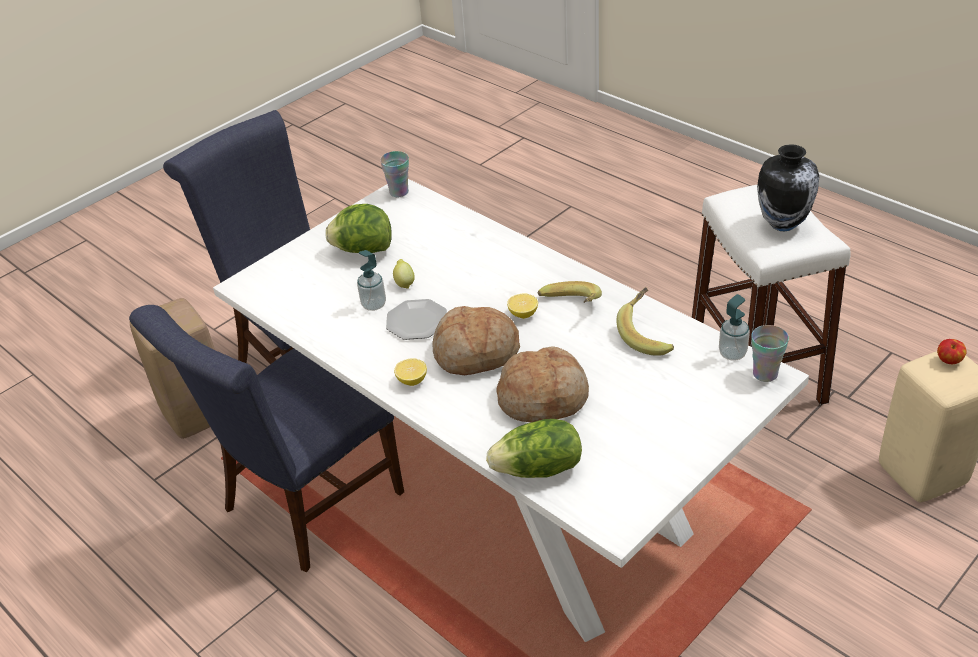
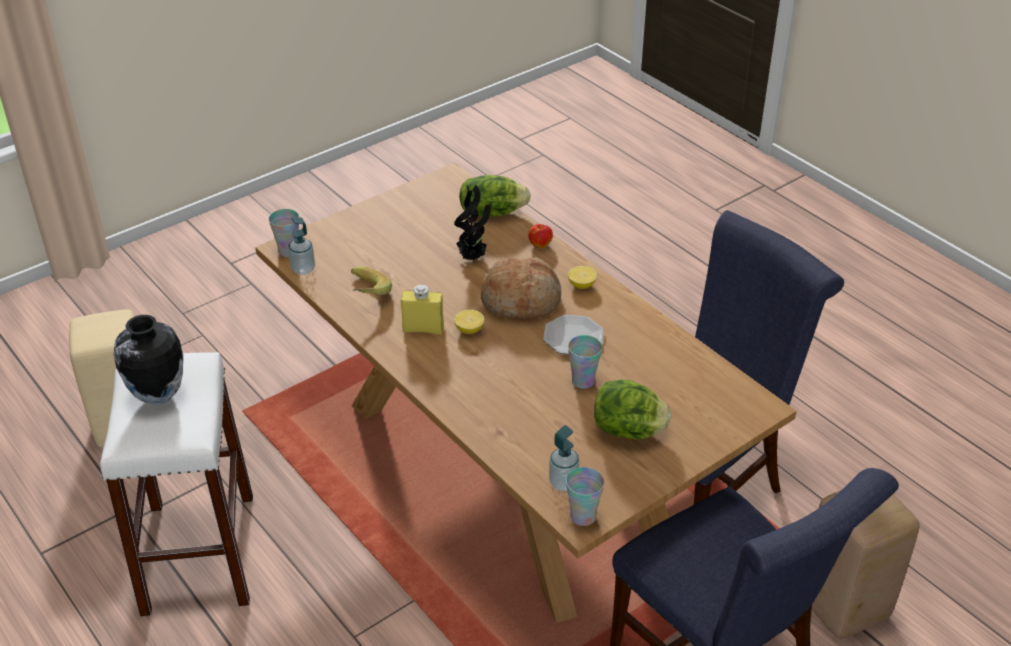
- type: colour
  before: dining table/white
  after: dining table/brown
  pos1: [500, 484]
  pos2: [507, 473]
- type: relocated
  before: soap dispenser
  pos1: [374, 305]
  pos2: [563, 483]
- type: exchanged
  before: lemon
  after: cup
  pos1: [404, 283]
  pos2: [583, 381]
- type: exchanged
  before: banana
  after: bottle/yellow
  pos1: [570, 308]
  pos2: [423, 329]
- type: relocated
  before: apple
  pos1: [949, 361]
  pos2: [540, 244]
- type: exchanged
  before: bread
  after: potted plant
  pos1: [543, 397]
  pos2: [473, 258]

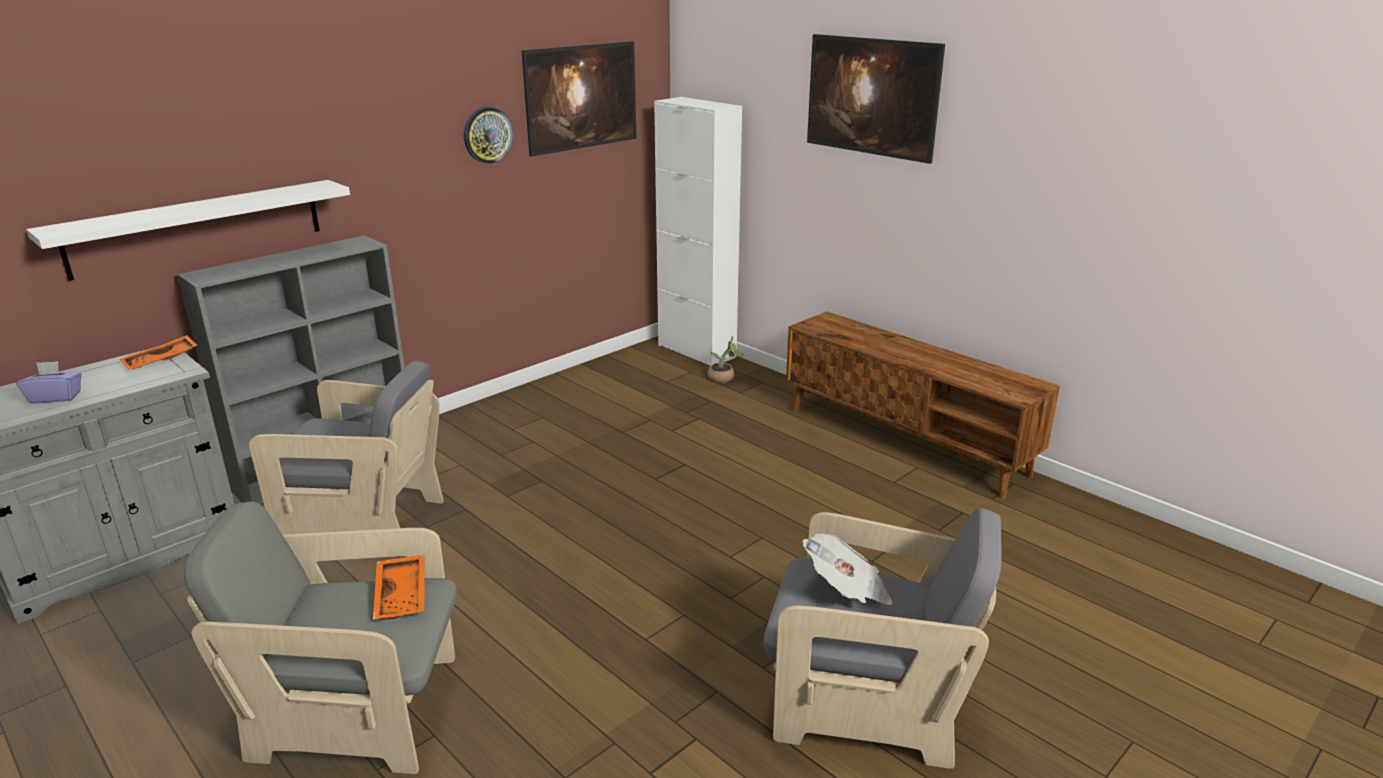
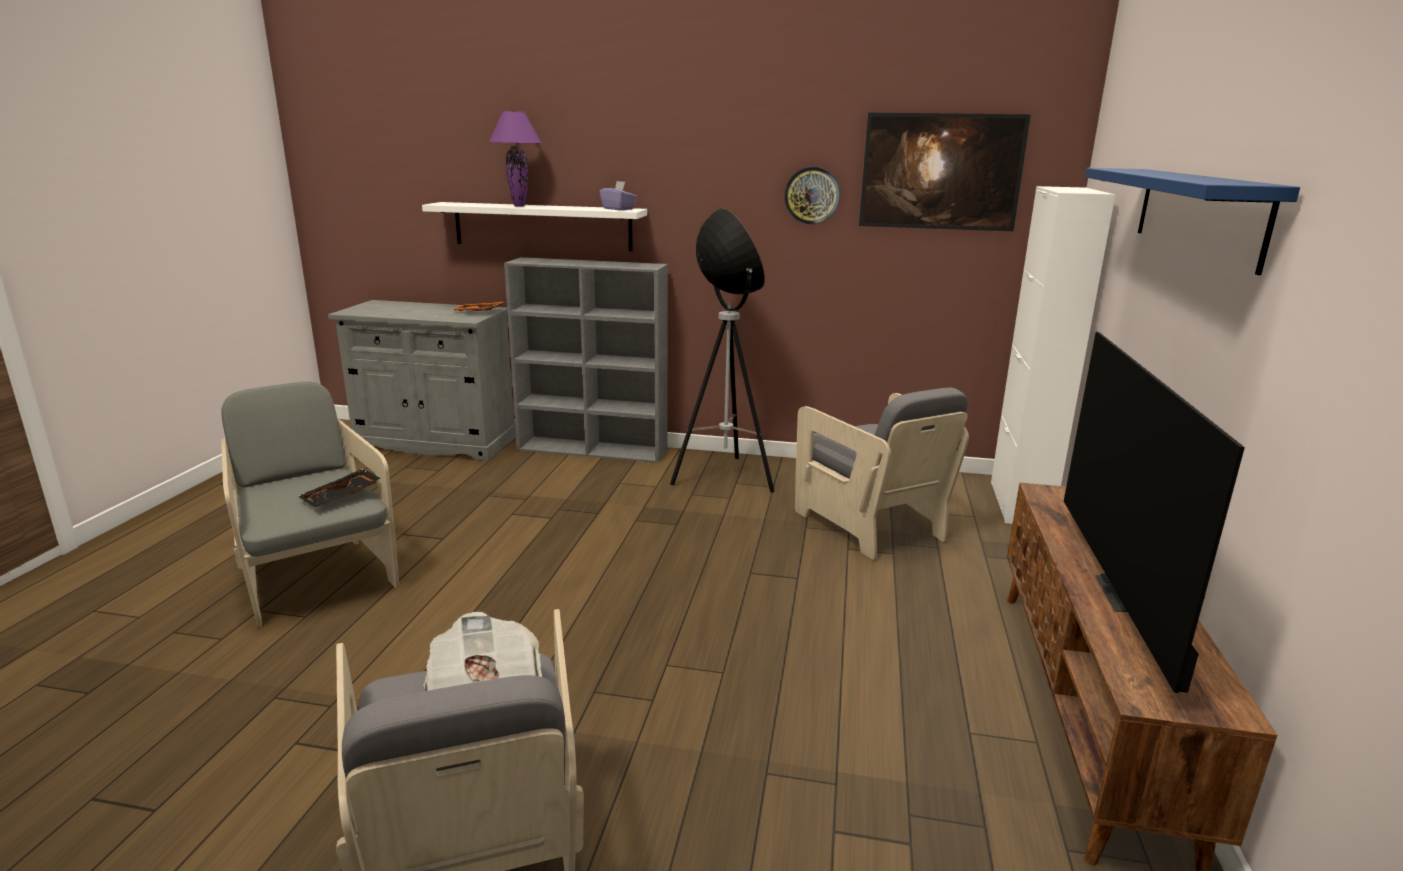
- type: exchanged
  before: picture
  after: shelf/blue
  pos1: [869, 124]
  pos2: [1197, 213]
- type: missing
  before: potted plant
  pos1: [724, 378]
- type: relocated
  before: tissue box/purple
  pos1: [56, 397]
  pos2: [618, 209]
- type: relocated
  before: armchair/grey
  pos1: [363, 521]
  pos2: [870, 524]
- type: colour
  before: tray/orange
  after: tray/black
  pos1: [403, 595]
  pos2: [342, 497]
- type: appeared
  after: table lamp/purple
  pos2: [518, 206]
- type: appeared
  after: floor lamp
  pos2: [723, 478]
- type: appeared
  after: television
  pos2: [1129, 595]

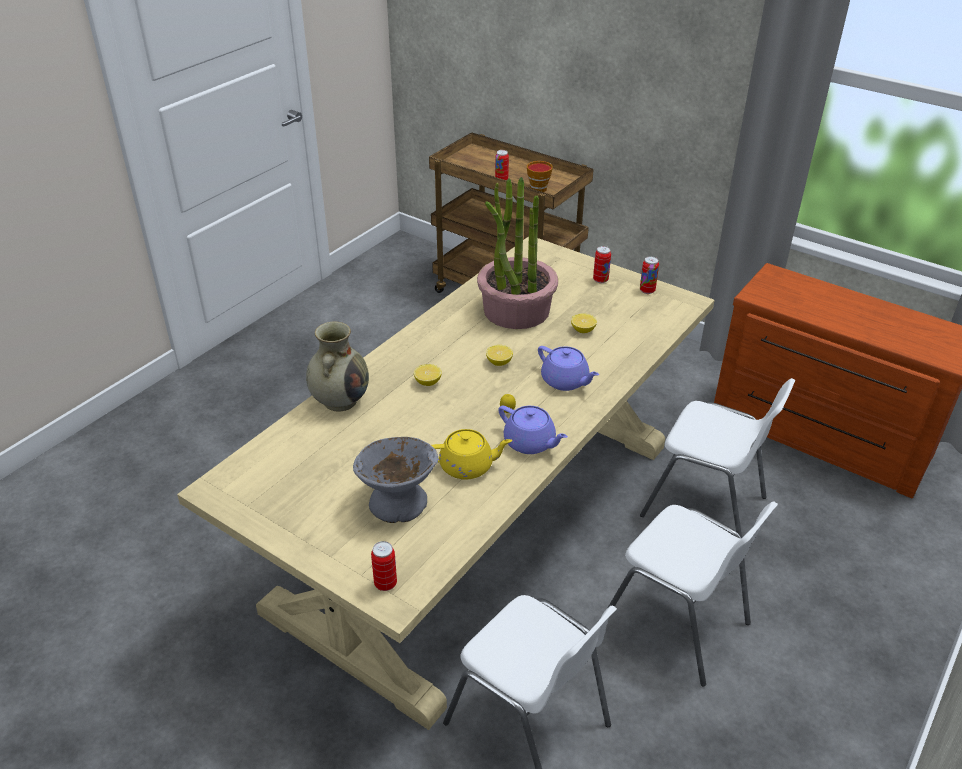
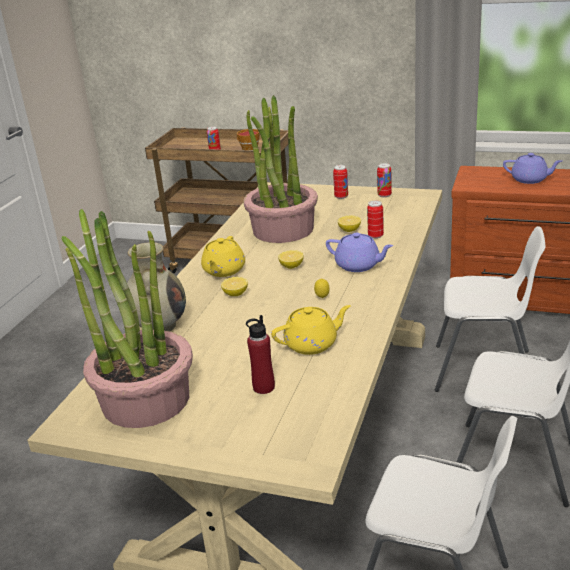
- type: relocated
  before: teapot/purple
  pos1: [530, 443]
  pos2: [530, 179]
- type: exchanged
  before: bowl/grey
  after: bottle/red
  pos1: [398, 502]
  pos2: [263, 387]
- type: relocated
  before: can
  pos1: [385, 583]
  pos2: [375, 236]
- type: appeared
  after: potted plant
  pos2: [145, 399]
- type: appeared
  after: teapot/yellow
  pos2: [223, 270]

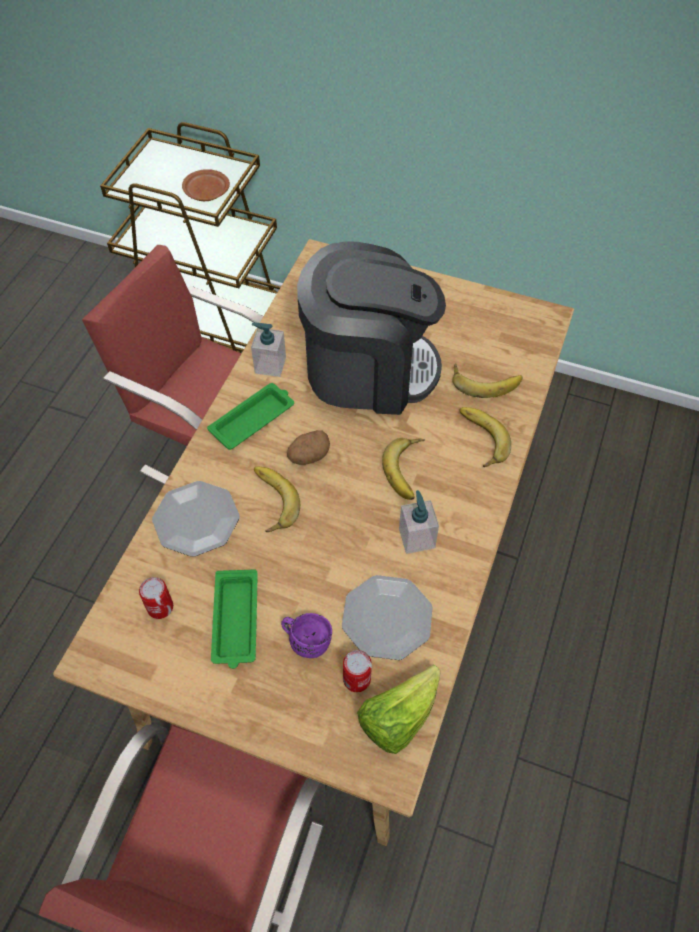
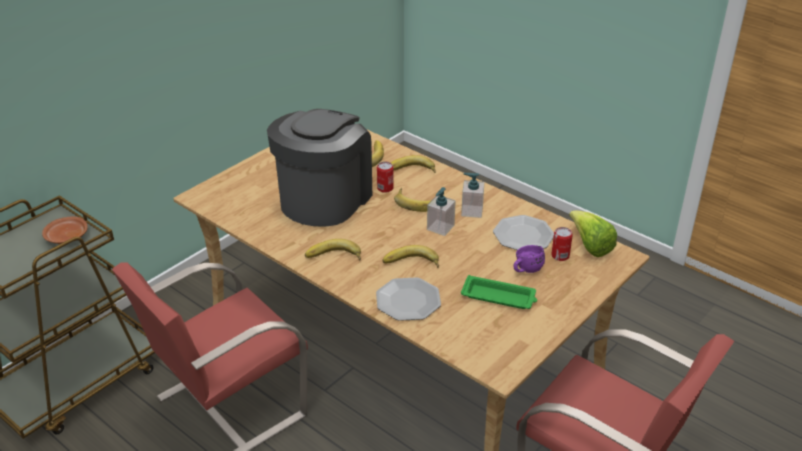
- type: relocated
  before: soap dispenser
  pos1: [270, 365]
  pos2: [440, 227]
- type: exchanged
  before: tray/green
  after: banana
  pos1: [253, 419]
  pos2: [334, 257]
- type: missing
  before: potato
  pos1: [308, 456]
- type: relocated
  before: can
  pos1: [160, 607]
  pos2: [385, 188]

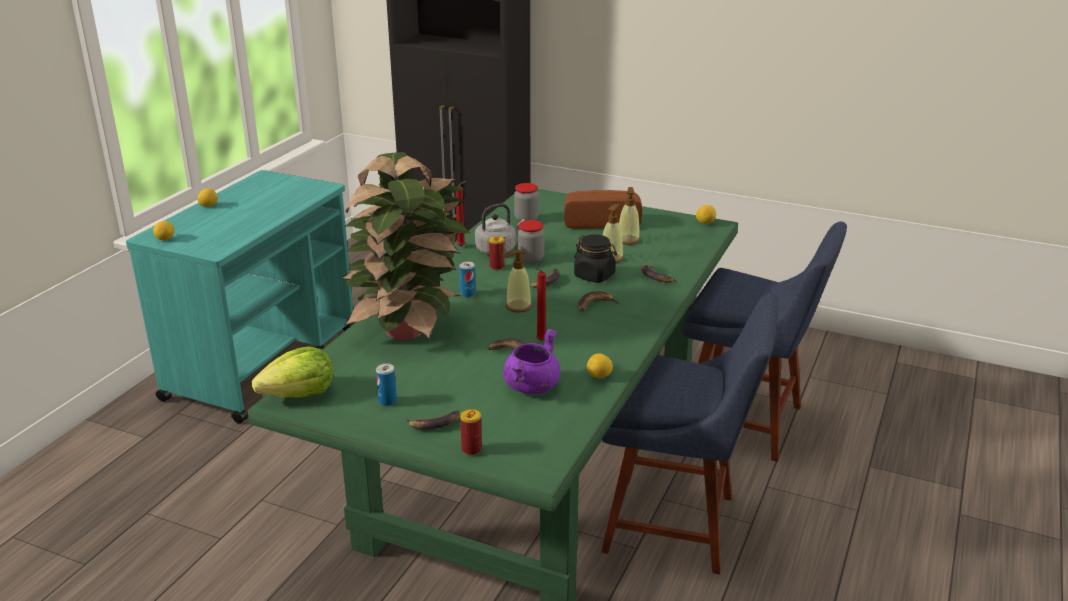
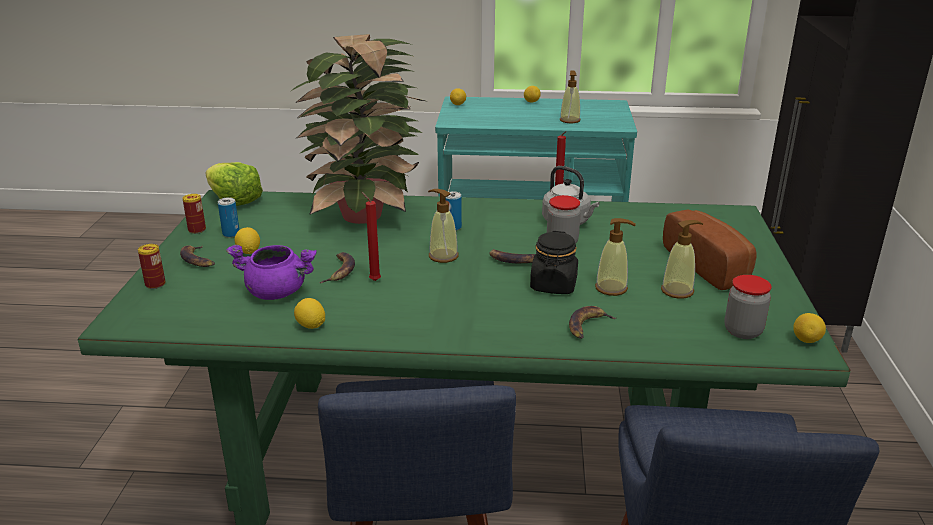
- type: relocated
  before: jar
  pos1: [526, 219]
  pos2: [743, 331]
- type: relocated
  before: can
  pos1: [497, 267]
  pos2: [197, 230]
- type: missing
  before: banana
  pos1: [595, 305]
- type: appeared
  after: soap dispenser
  pos2: [569, 120]
- type: appeared
  after: lemon
  pos2: [249, 252]

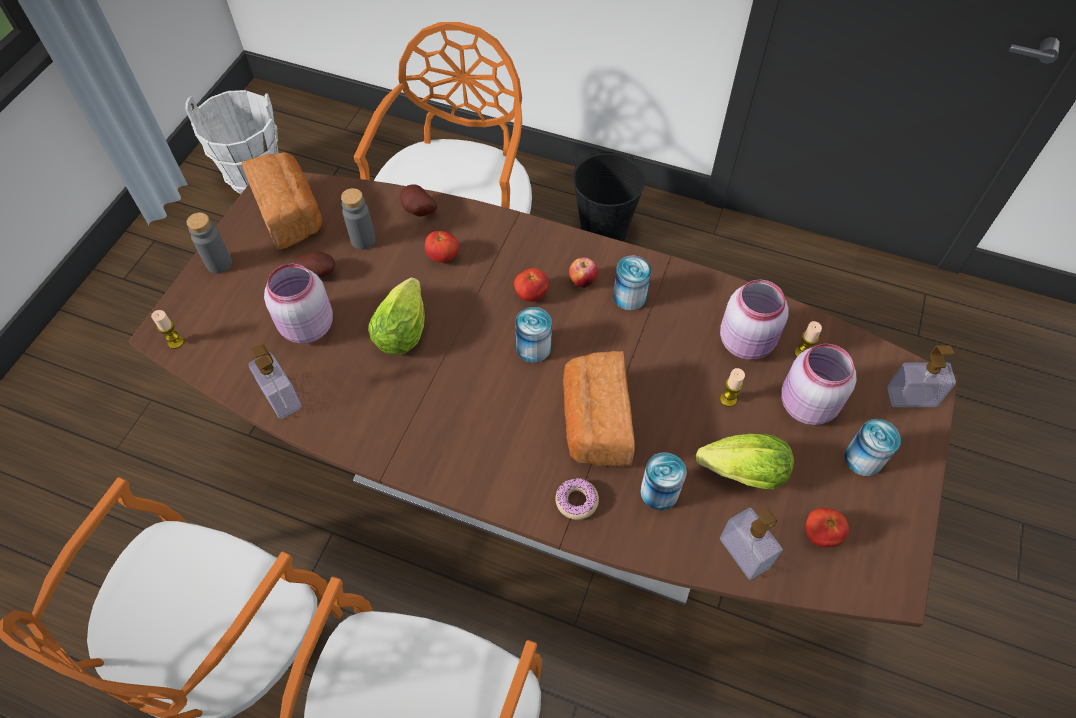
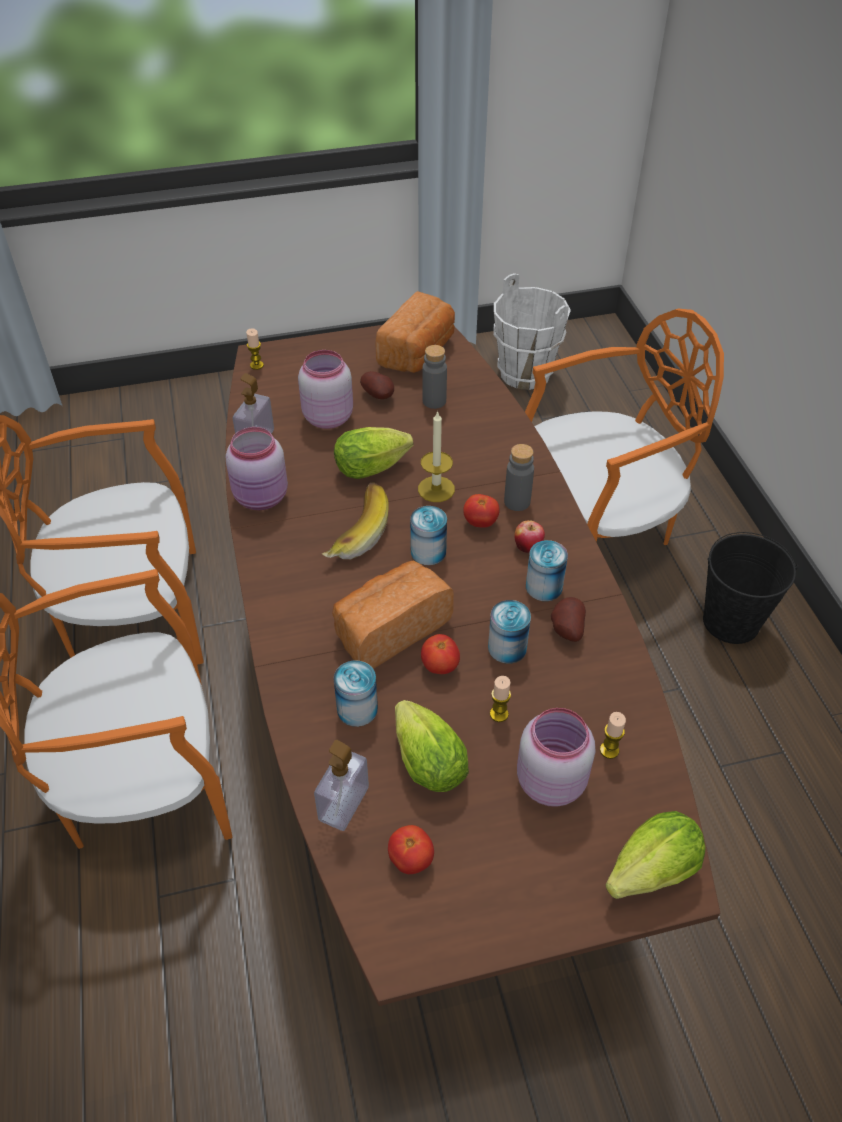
- type: relocated
  before: potato
  pos1: [418, 211]
  pos2: [565, 629]
- type: relocated
  before: bottle/grey
  pos1: [219, 264]
  pos2: [517, 502]
- type: relocated
  before: tomato
  pos1: [443, 256]
  pos2: [440, 666]
- type: relocated
  before: jar/pink
  pos1: [747, 342]
  pos2: [262, 498]
- type: exchanged
  before: soap dispenser
  after: lettuce
  pos1: [911, 397]
  pos2: [646, 875]
- type: relocated
  before: can
  pos1: [863, 459]
  pos2: [507, 647]
- type: missing
  before: donut
  pos1: [576, 501]
- type: appeared
  after: candle
  pos2: [436, 489]
- type: appeared
  after: banana
  pos2: [354, 532]

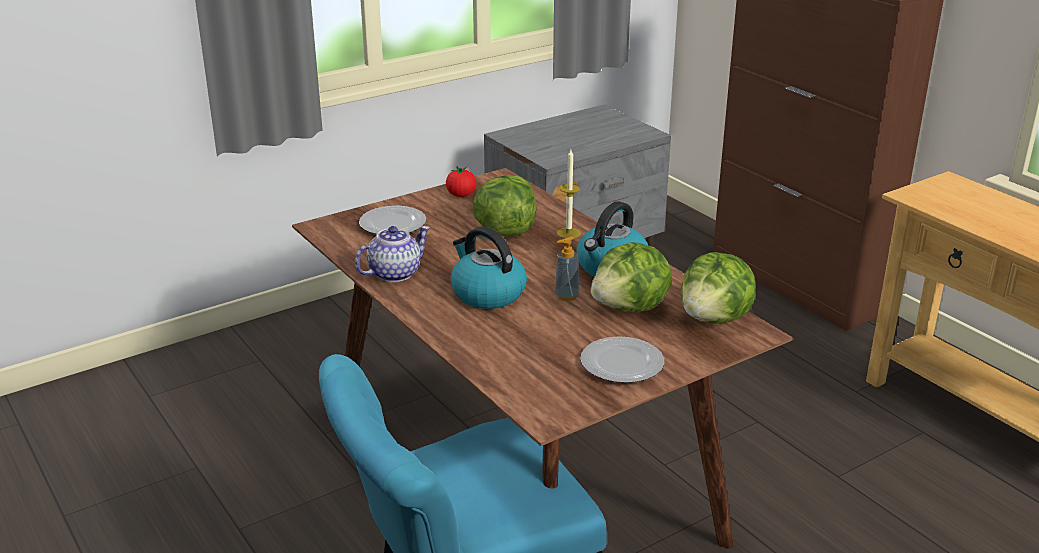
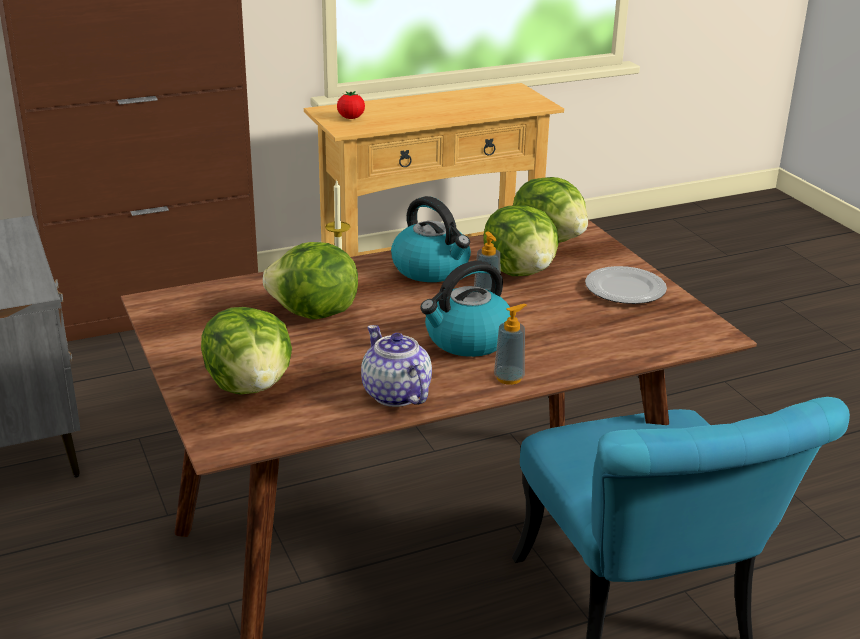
- type: relocated
  before: tomato
  pos1: [461, 195]
  pos2: [351, 118]
- type: exchanged
  before: plate
  after: lettuce
  pos1: [393, 224]
  pos2: [250, 386]
- type: appeared
  after: soap dispenser
  pos2: [509, 378]

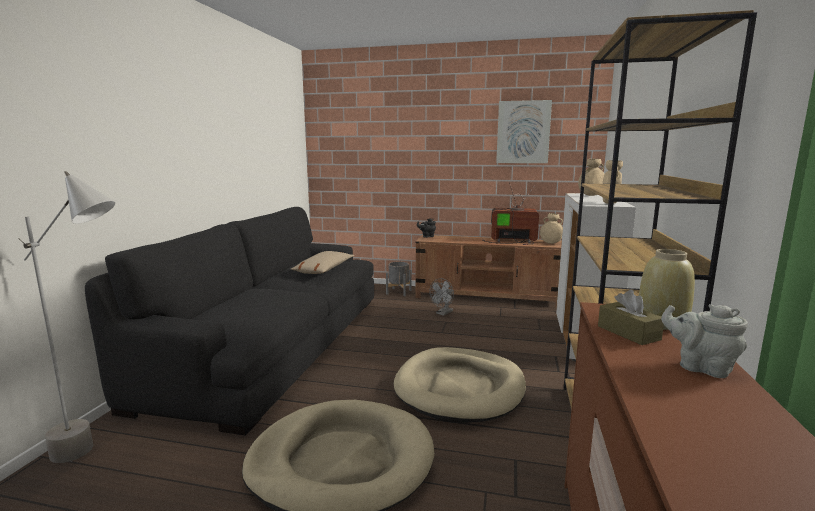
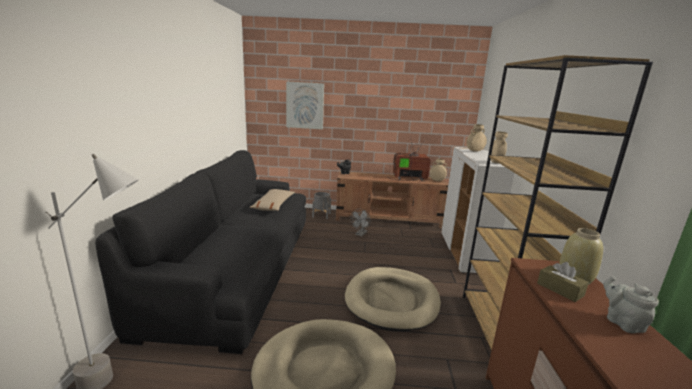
- type: relocated
  before: picture
  pos1: [523, 132]
  pos2: [305, 105]
- type: spun
  before: teapot/grey
  pos1: [700, 367]
  pos2: [622, 322]
  turn: 45

